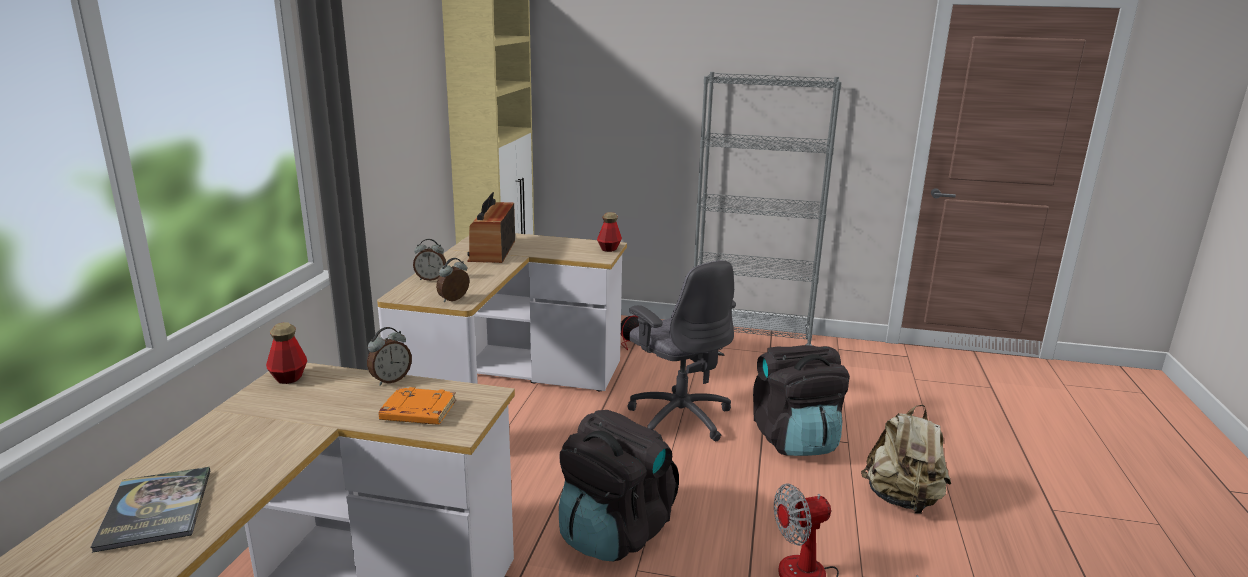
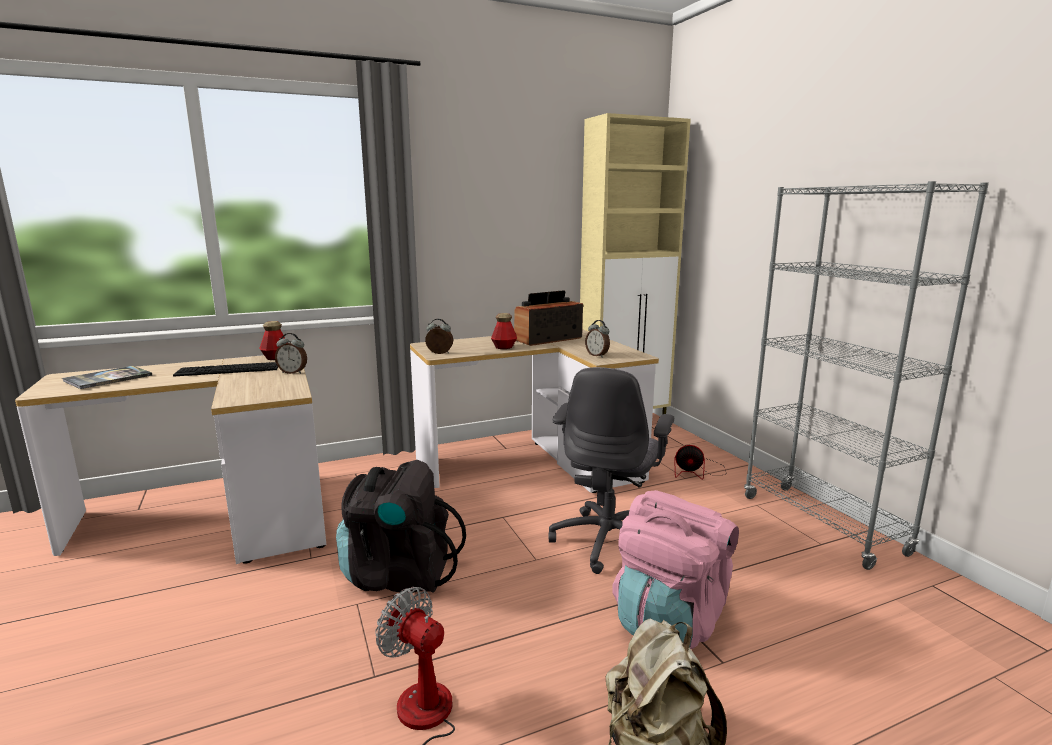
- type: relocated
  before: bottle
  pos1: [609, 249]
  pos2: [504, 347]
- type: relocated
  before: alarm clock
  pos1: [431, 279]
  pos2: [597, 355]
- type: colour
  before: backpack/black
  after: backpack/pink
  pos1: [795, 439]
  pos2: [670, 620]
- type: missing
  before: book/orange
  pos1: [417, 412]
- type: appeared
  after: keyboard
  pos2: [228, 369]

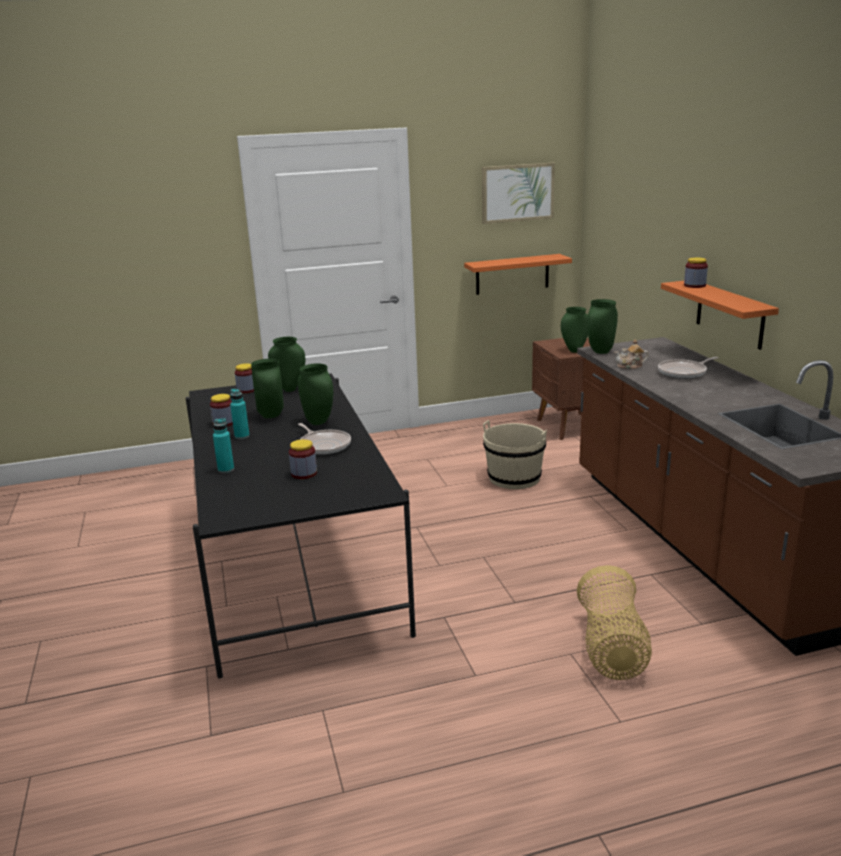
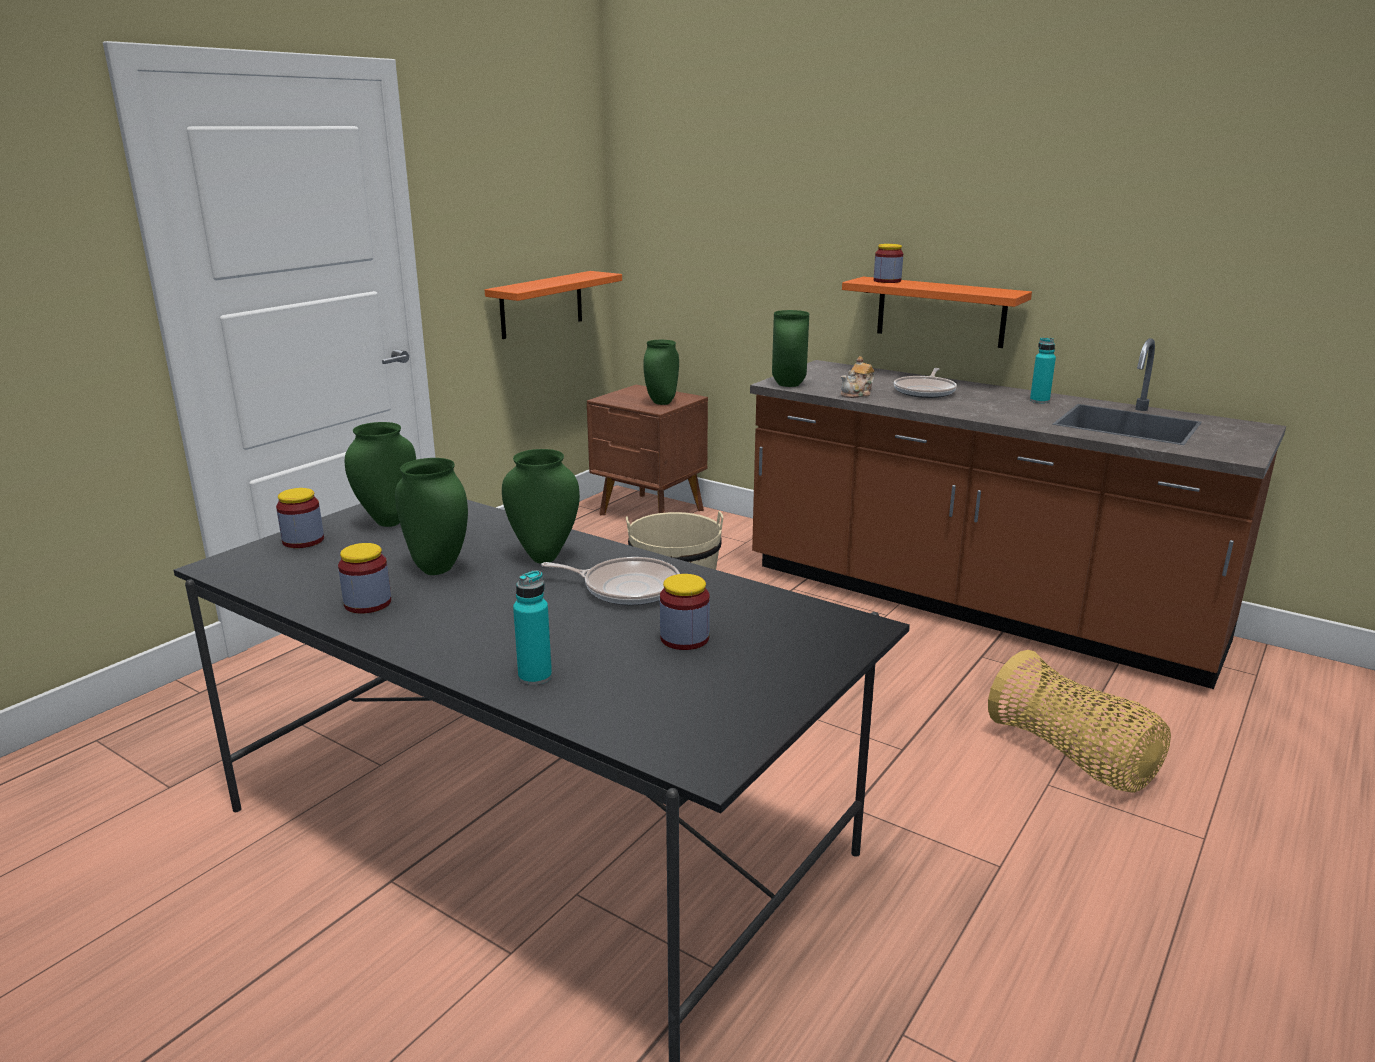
- type: missing
  before: picture
  pos1: [517, 193]
- type: relocated
  before: bottle/turquoise
  pos1: [242, 436]
  pos2: [1039, 401]

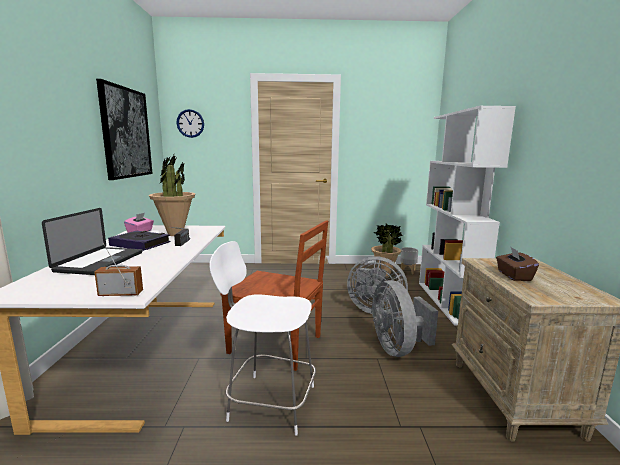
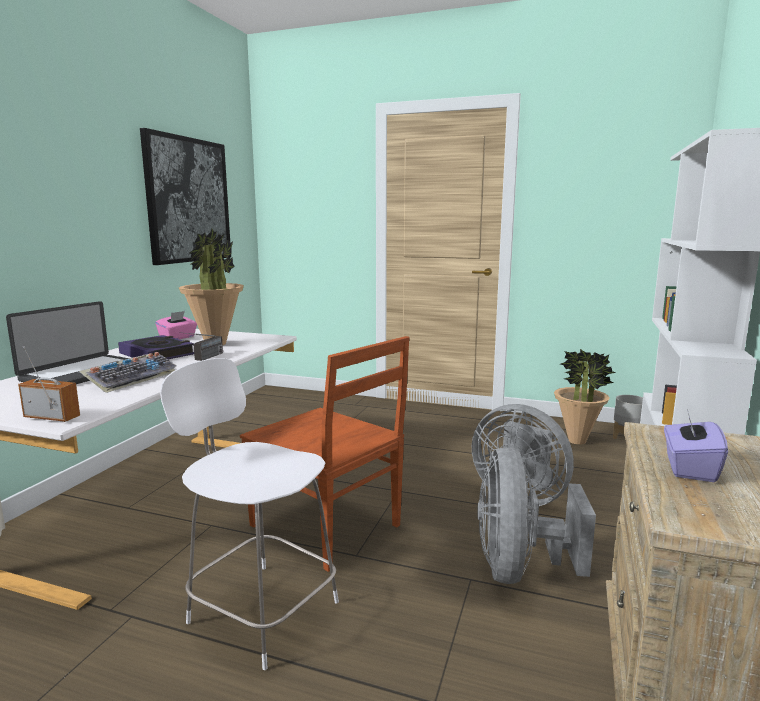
- type: missing
  before: wall clock
  pos1: [190, 123]
- type: colour
  before: tissue box/brown
  after: tissue box/purple
  pos1: [513, 276]
  pos2: [689, 468]
- type: appeared
  after: keyboard
  pos2: [131, 378]

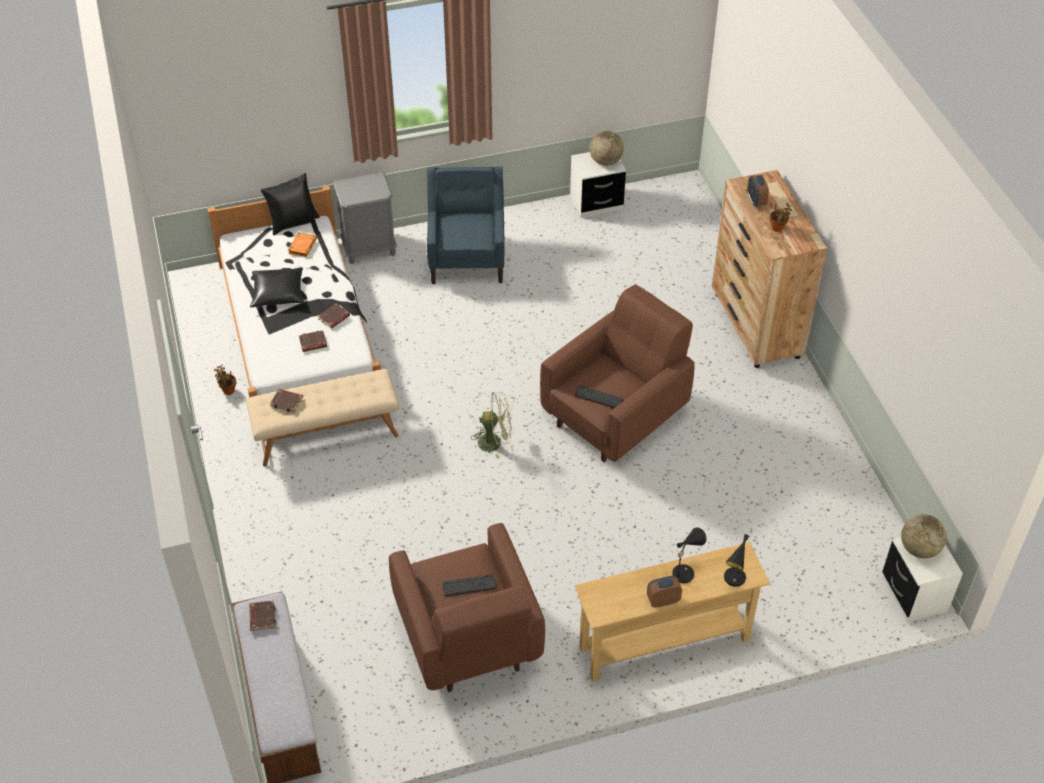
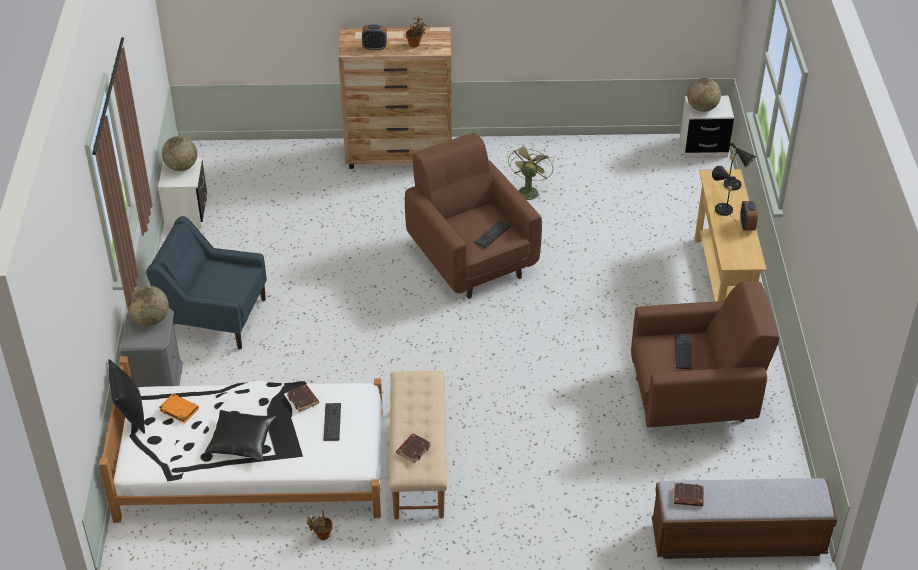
- type: exchanged
  before: book/brown
  after: keyboard
  pos1: [313, 343]
  pos2: [332, 422]
- type: relocated
  before: fan/green
  pos1: [495, 442]
  pos2: [528, 190]
- type: appeared
  after: globe
  pos2: [151, 319]

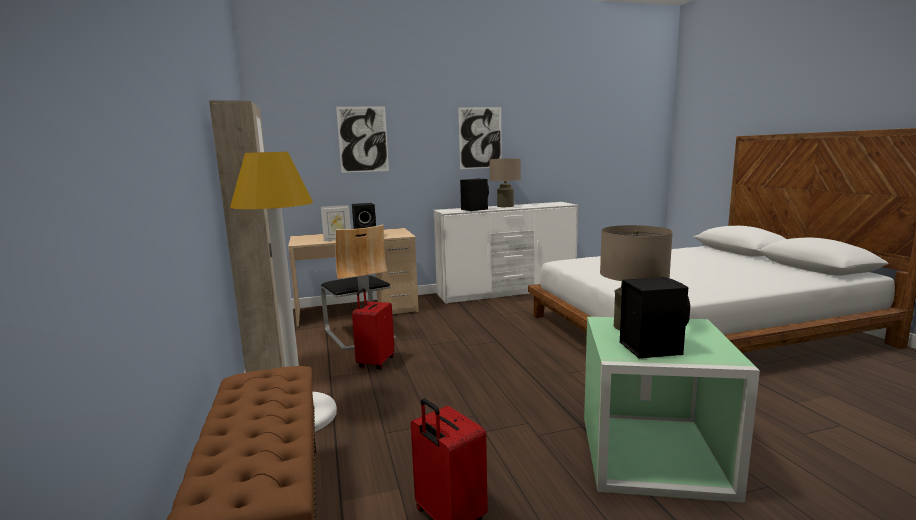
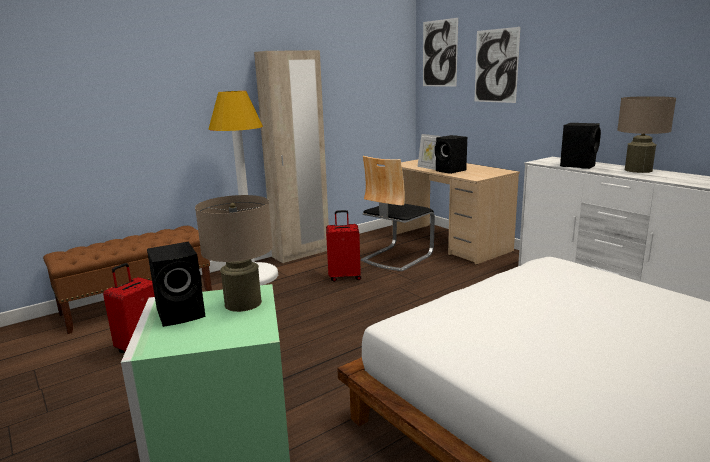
- type: relocated
  before: picture
  pos1: [480, 138]
  pos2: [439, 53]

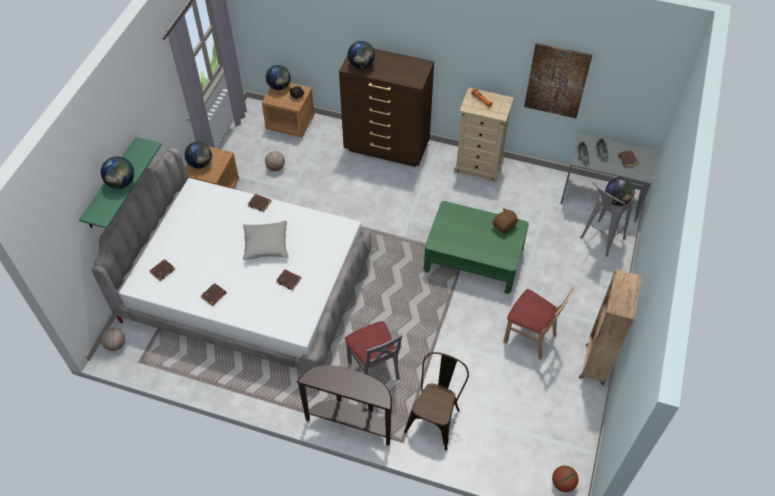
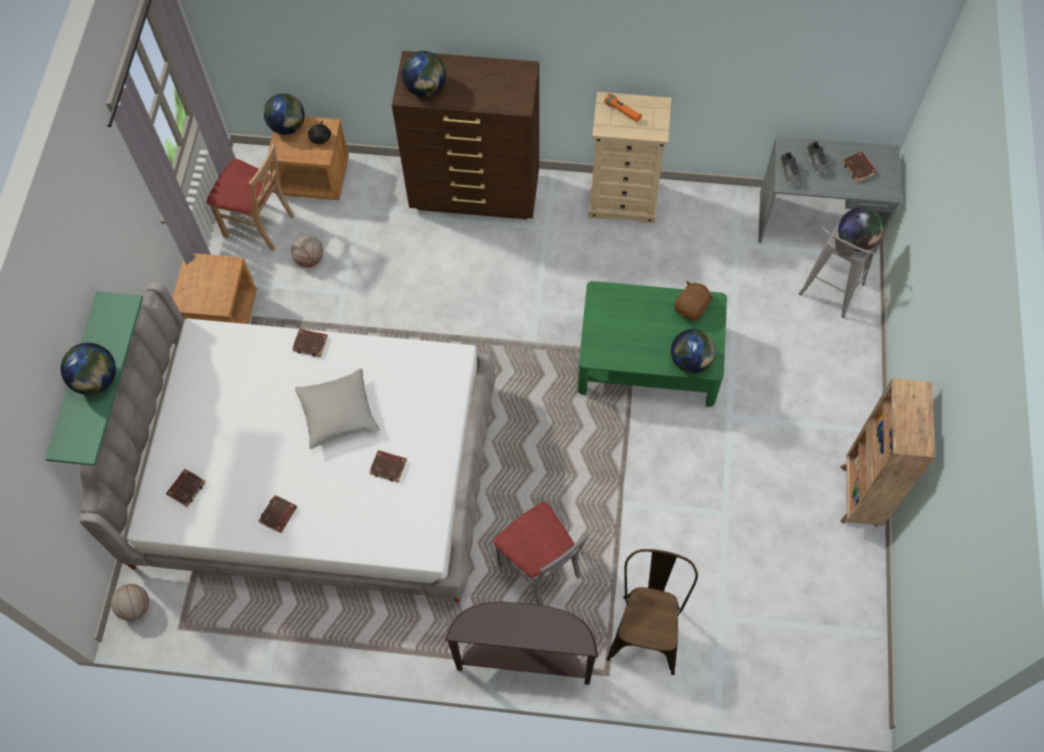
- type: missing
  before: picture
  pos1: [557, 81]
- type: relocated
  before: globe
  pos1: [200, 164]
  pos2: [691, 361]
- type: relocated
  before: chair/beige
  pos1: [530, 337]
  pos2: [259, 224]
- type: missing
  before: basketball
  pos1: [563, 483]

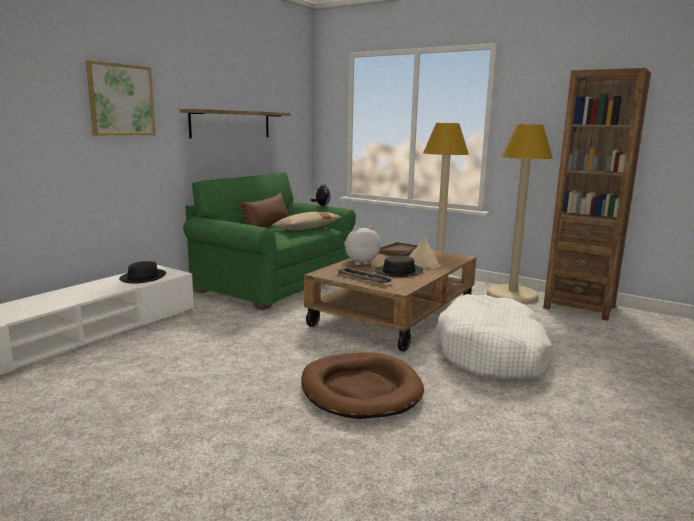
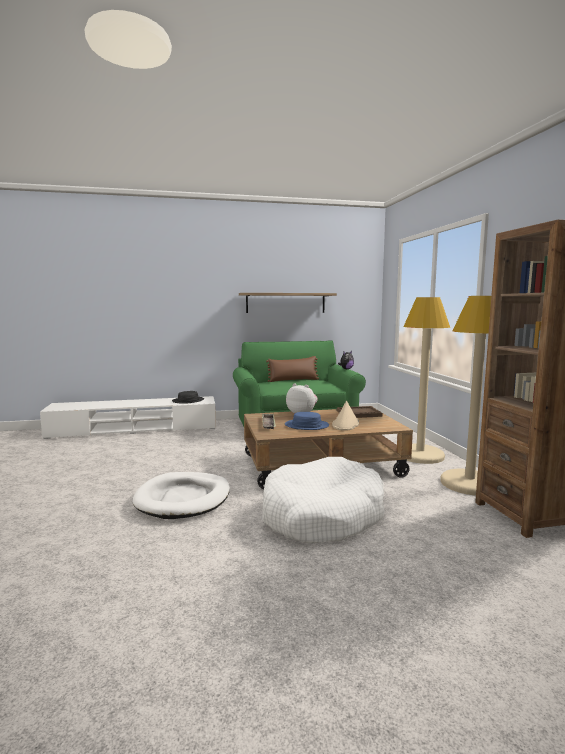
- type: missing
  before: picture
  pos1: [121, 100]
- type: missing
  before: pillow/beige
  pos1: [307, 228]
- type: colour
  before: hat/black
  after: hat/blue
  pos1: [399, 272]
  pos2: [306, 425]
- type: colour
  before: dog bed/brown
  after: dog bed/white
  pos1: [360, 389]
  pos2: [183, 498]

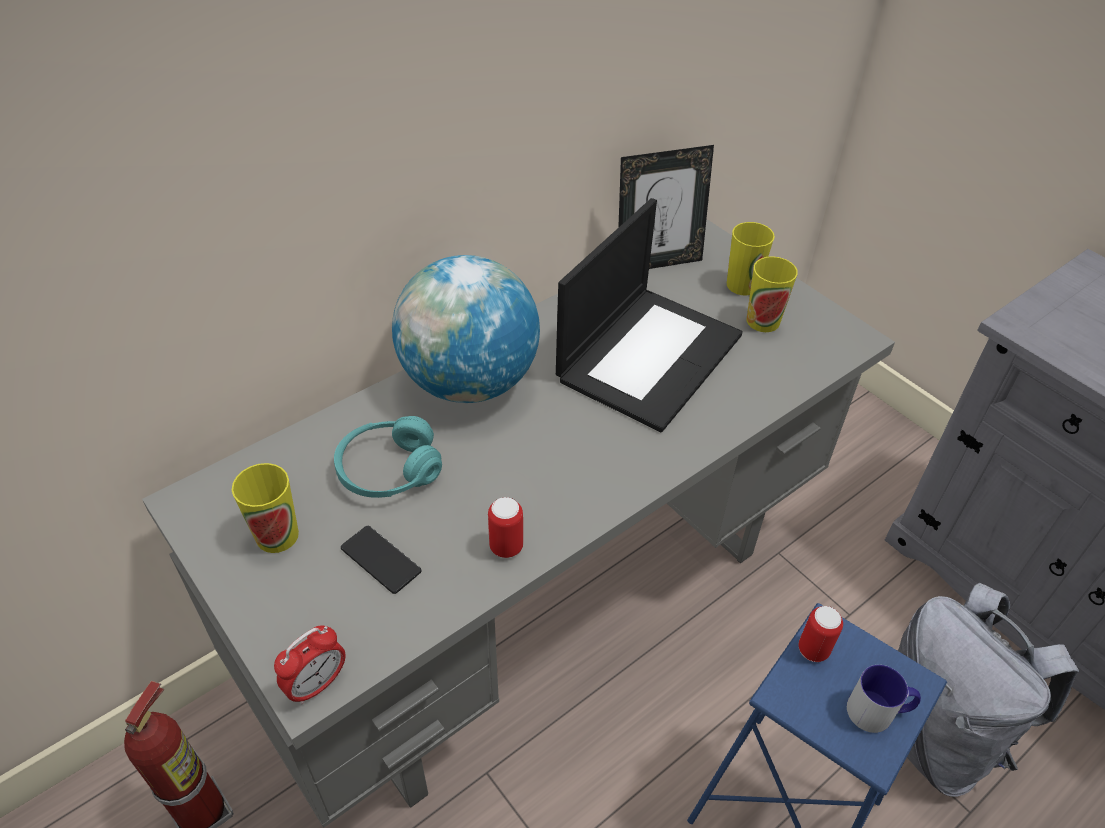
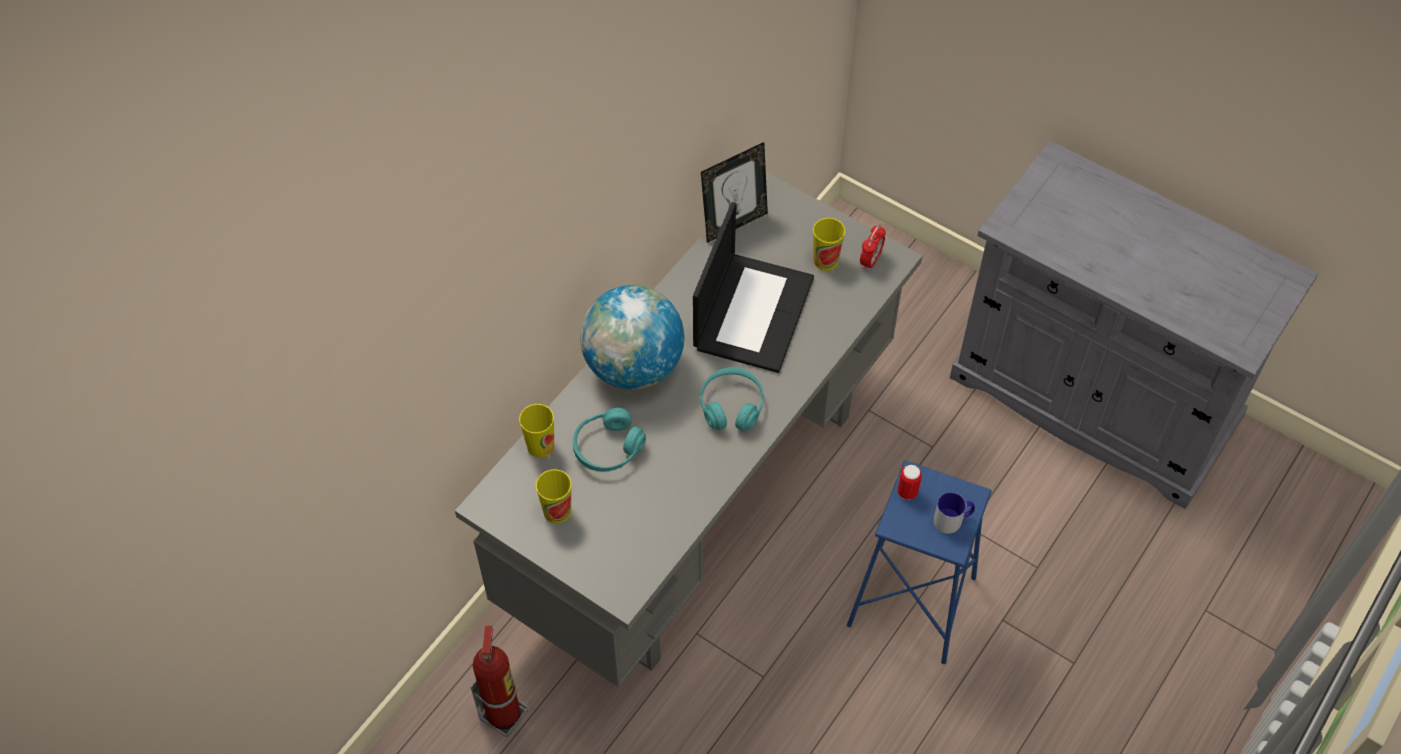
- type: relocated
  before: cup
  pos1: [742, 285]
  pos2: [540, 446]
- type: missing
  before: can
  pos1: [506, 547]
- type: missing
  before: phone
  pos1: [381, 560]
- type: missing
  before: backpack/grey
  pos1: [934, 734]
- type: relocated
  before: alarm clock
  pos1: [317, 684]
  pos2: [870, 261]
- type: appeared
  after: headphones/turquoise
  pos2: [731, 406]

